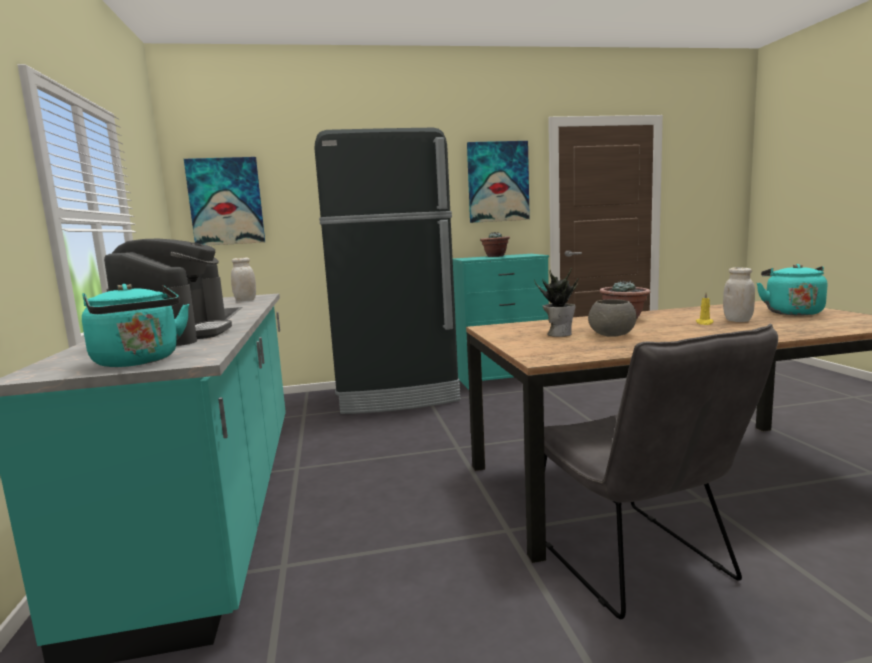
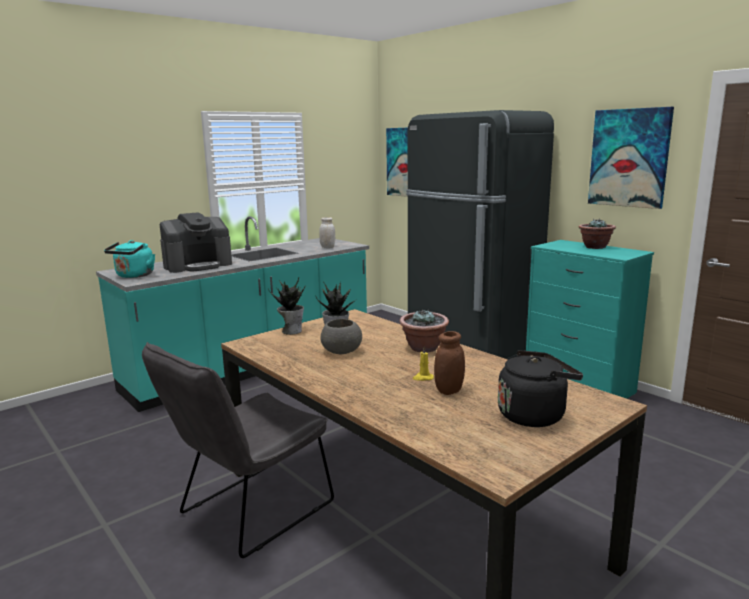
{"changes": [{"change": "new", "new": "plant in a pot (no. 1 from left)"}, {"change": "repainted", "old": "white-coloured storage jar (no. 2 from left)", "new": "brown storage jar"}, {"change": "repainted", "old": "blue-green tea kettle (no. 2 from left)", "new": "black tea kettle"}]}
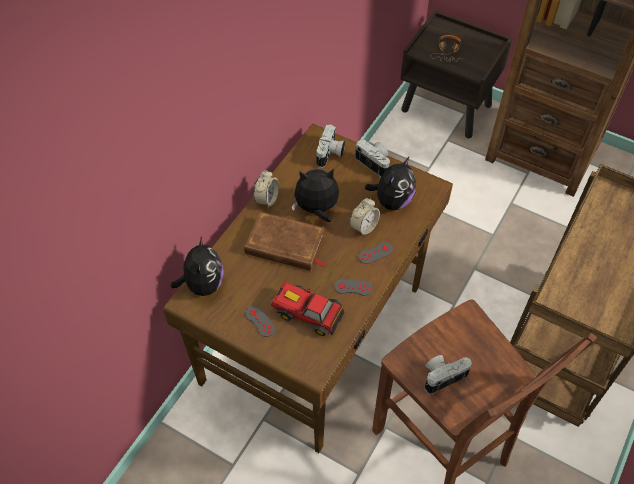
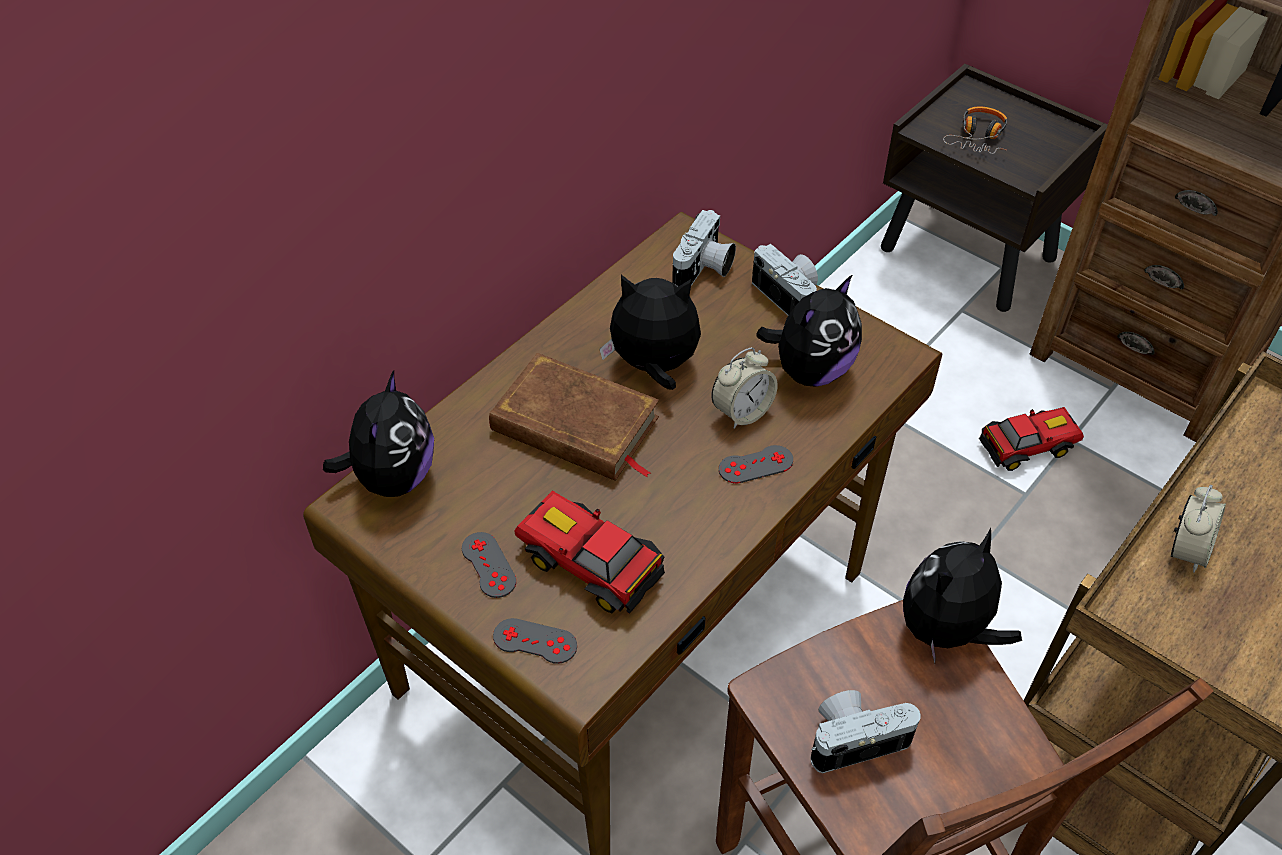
{"changes": [{"change": "new", "new": "plush toy (no. 4 from left)"}, {"change": "new", "new": "toy car (no. 2 from left)"}, {"change": "shifted", "old": "alarm clock (no. 1 from left in the first image)", "new": "alarm clock (no. 2 from left)"}, {"change": "shifted", "old": "greyish game controller (no. 2 from left)"}]}
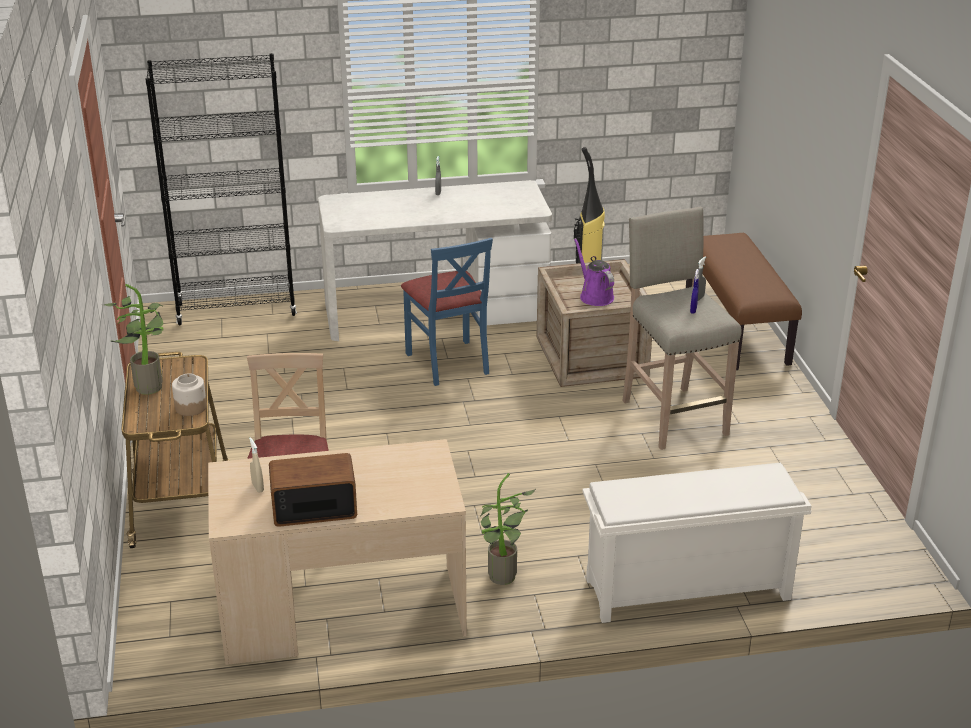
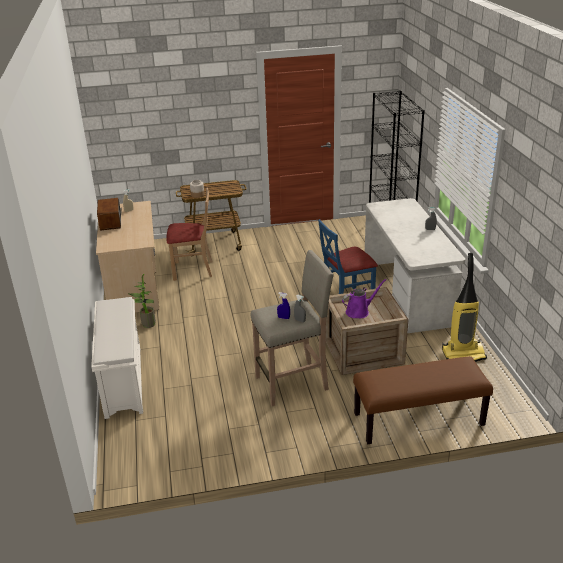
{"changes": [{"change": "gone", "old": "plant in a pot (no. 1 from left)"}]}
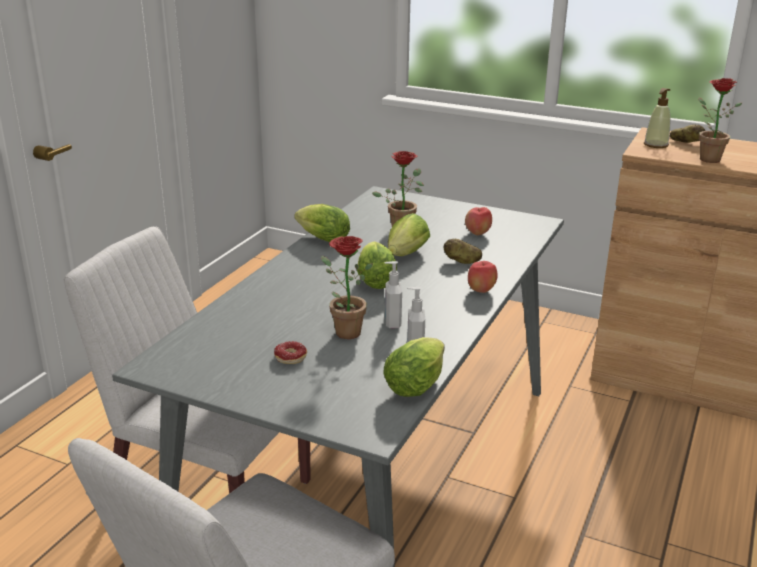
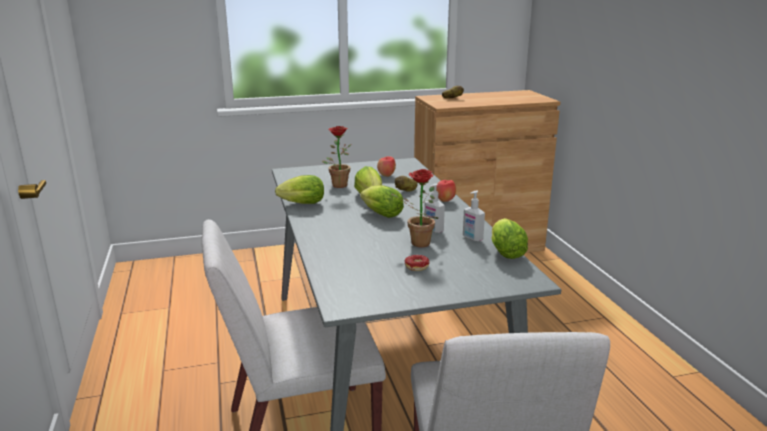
{"changes": [{"change": "gone", "old": "liquid soap bottle (no. 3 from left)"}, {"change": "gone", "old": "plant in a pot (no. 3 from left)"}]}
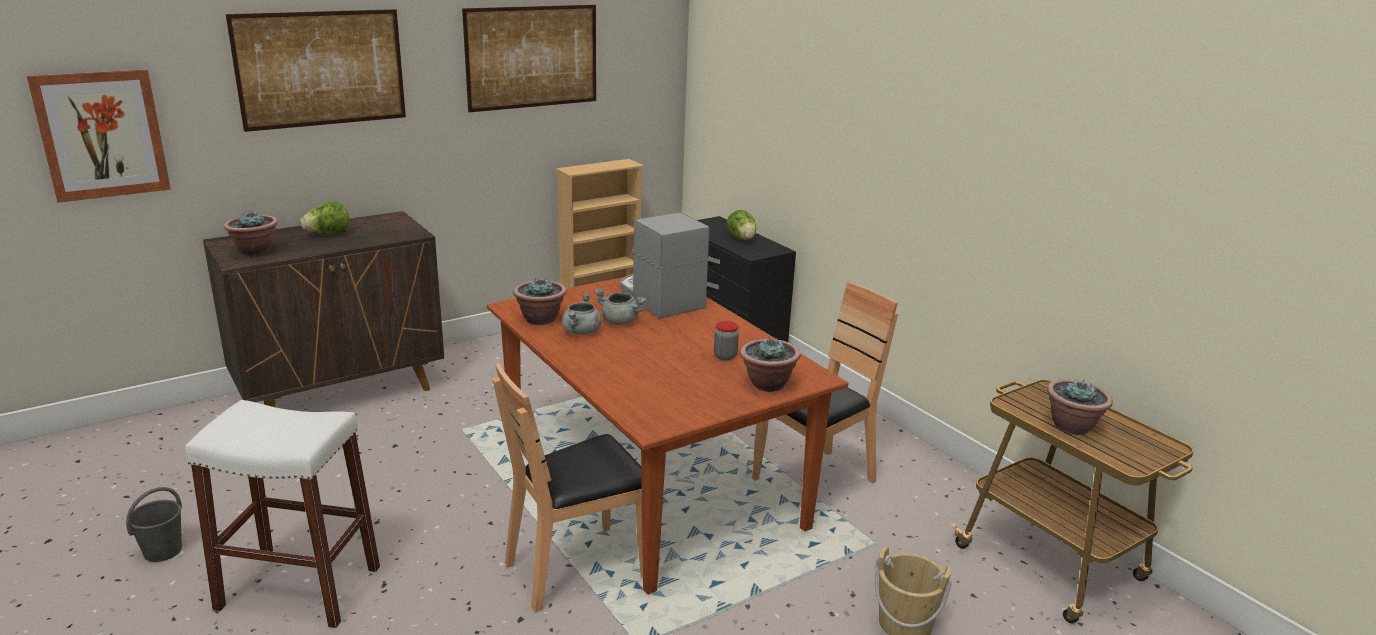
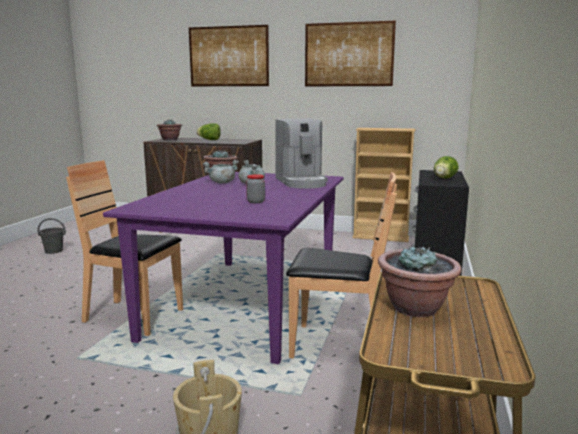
{"changes": [{"change": "gone", "old": "picture (no. 1 from left)"}, {"change": "gone", "old": "white-coloured sitting stool"}, {"change": "gone", "old": "plant in a pot (no. 3 from left)"}, {"change": "repainted", "old": "brown dinner table", "new": "purplish dinner table"}, {"change": "rotated", "old": "coffee brewer", "degrees": 150}]}
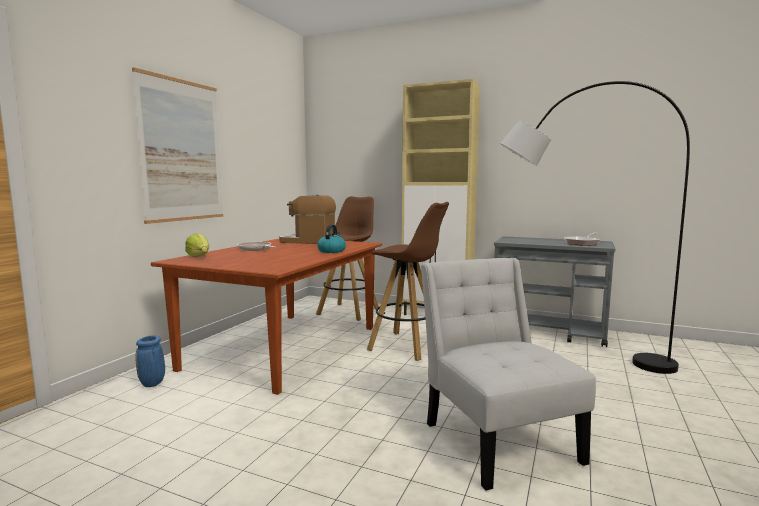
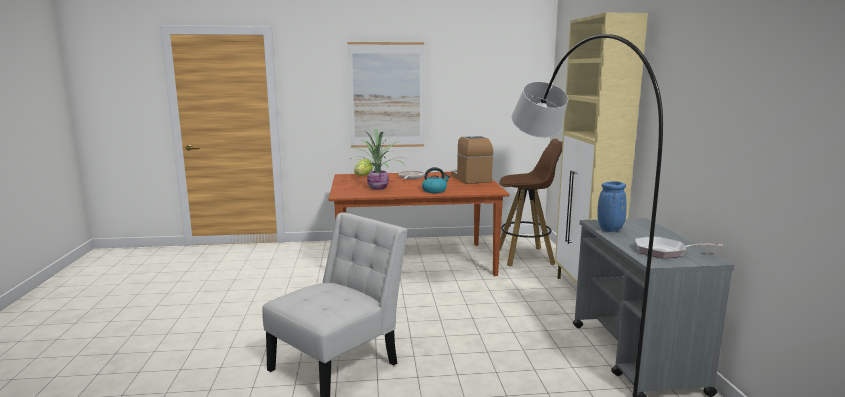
{"changes": [{"change": "gone", "old": "brown sitting stool (no. 2 from left)"}, {"change": "new", "new": "plant in a pot"}, {"change": "shifted", "old": "blue-coloured flower vase"}]}
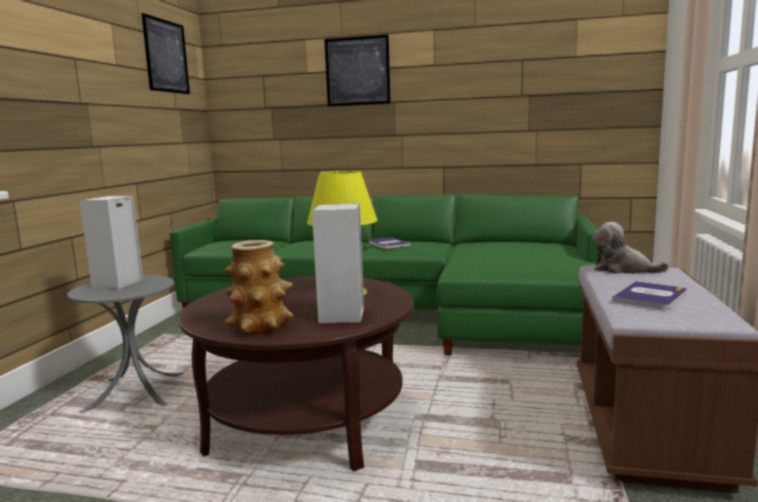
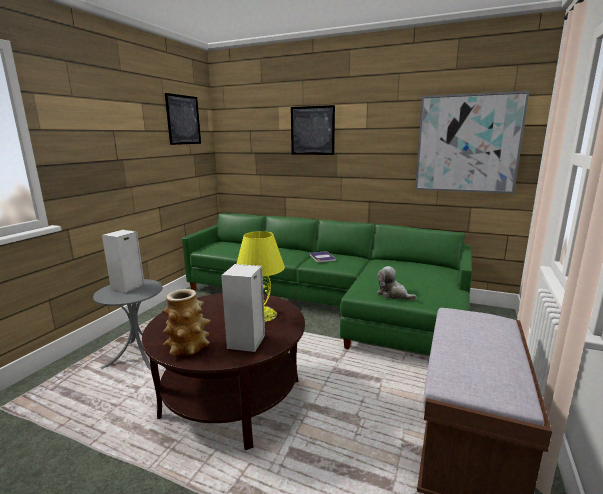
{"changes": [{"change": "gone", "old": "bound book (no. 2 from left)"}, {"change": "new", "new": "picture (no. 3 from left)"}, {"change": "shifted", "old": "plush toy"}]}
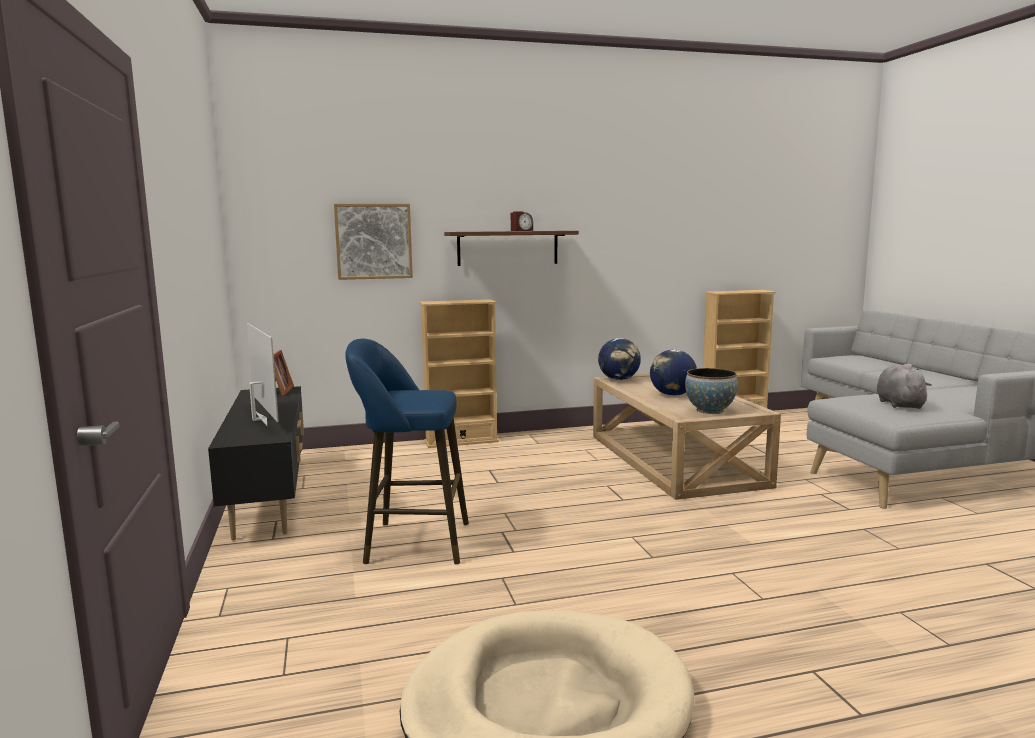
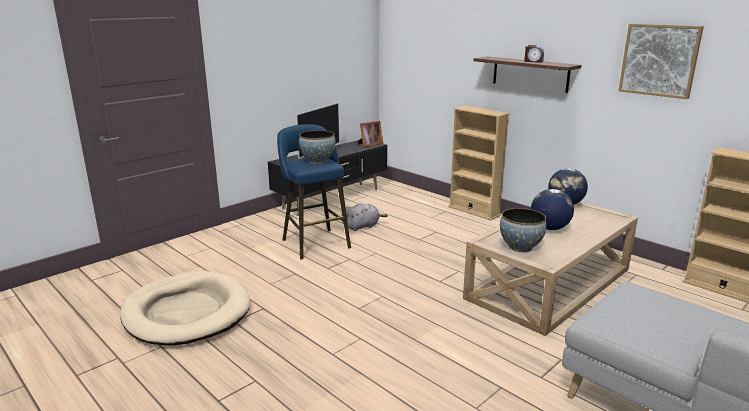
{"changes": [{"change": "new", "new": "bowl (no. 1 from left)"}, {"change": "shifted", "old": "picture"}, {"change": "shifted", "old": "greyish plush toy"}]}
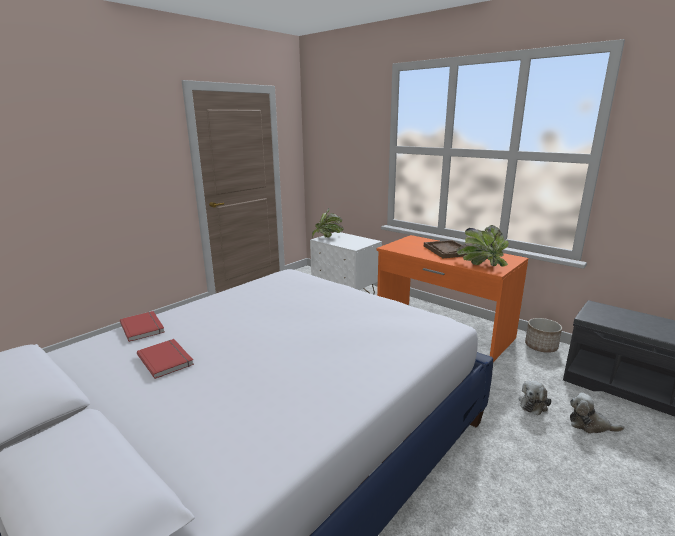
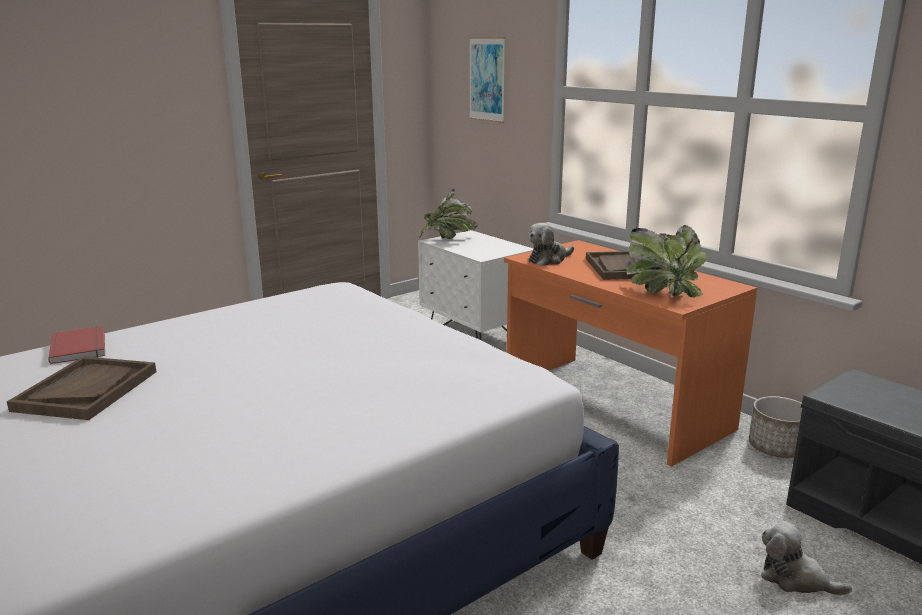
{"changes": [{"change": "new", "new": "picture"}, {"change": "shifted", "old": "plush toy (no. 1 from left)"}, {"change": "swapped", "old": "red bound book (no. 2 from left)", "new": "brown tray (no. 1 from left)"}]}
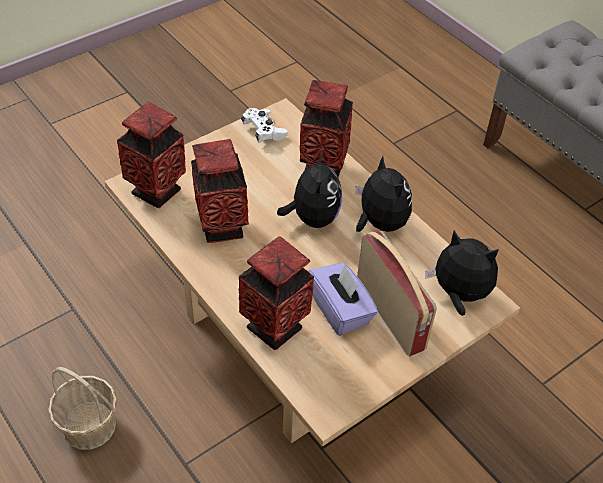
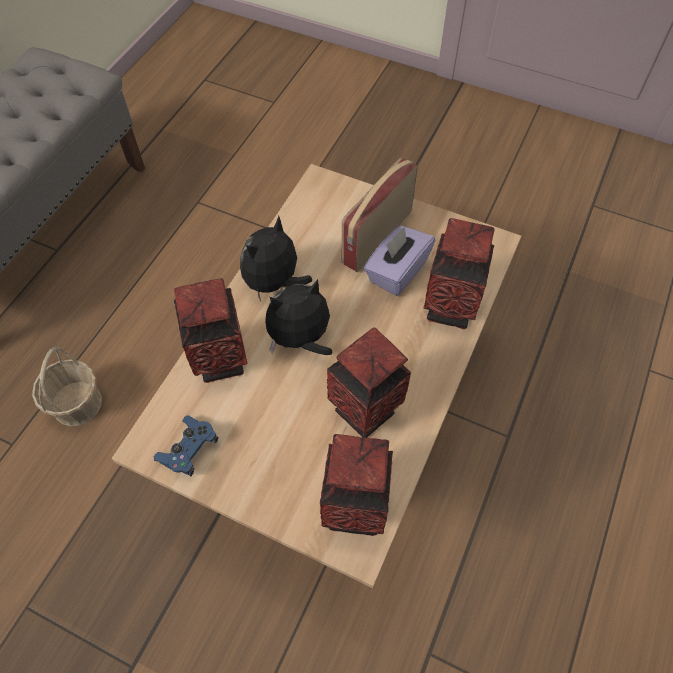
{"changes": [{"change": "gone", "old": "plush toy (no. 3 from left)"}, {"change": "shifted", "old": "household basket"}, {"change": "repainted", "old": "white-coloured game controller", "new": "blue-coloured game controller"}]}
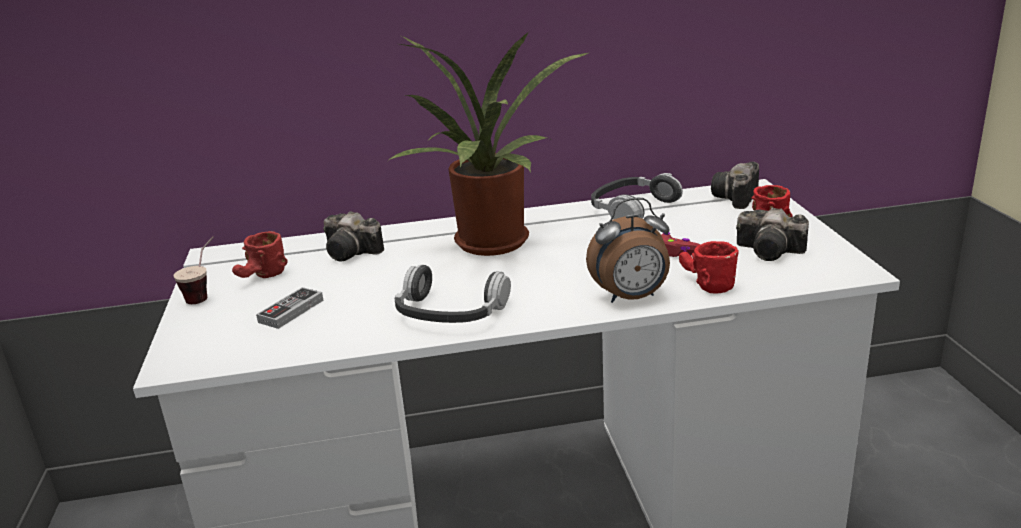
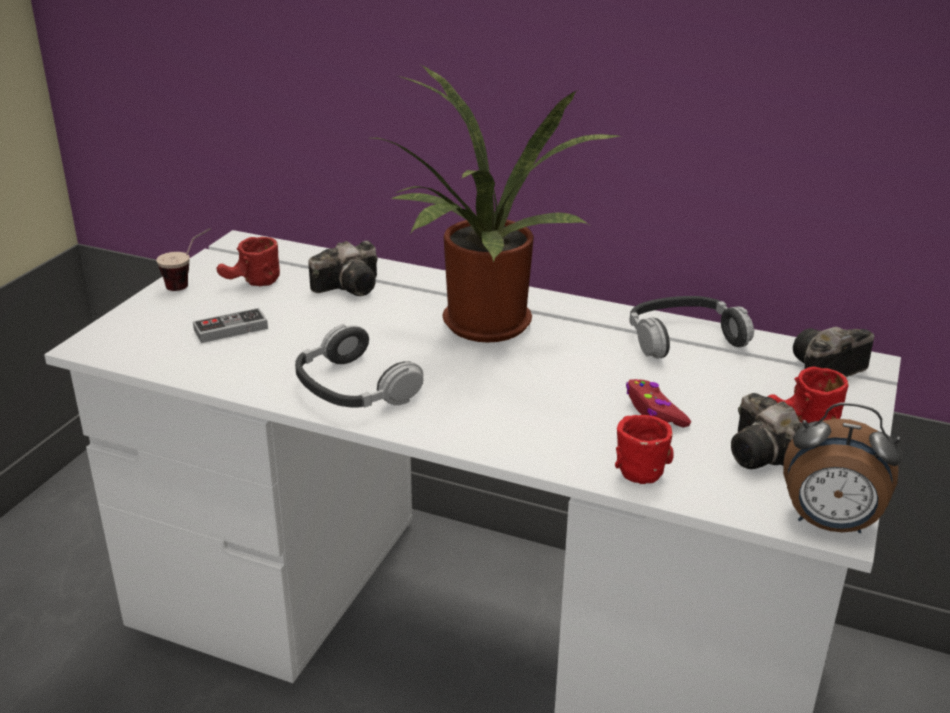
{"changes": [{"change": "shifted", "old": "alarm clock"}, {"change": "rotated", "old": "photo camera (no. 1 from left)", "degrees": -90}]}
